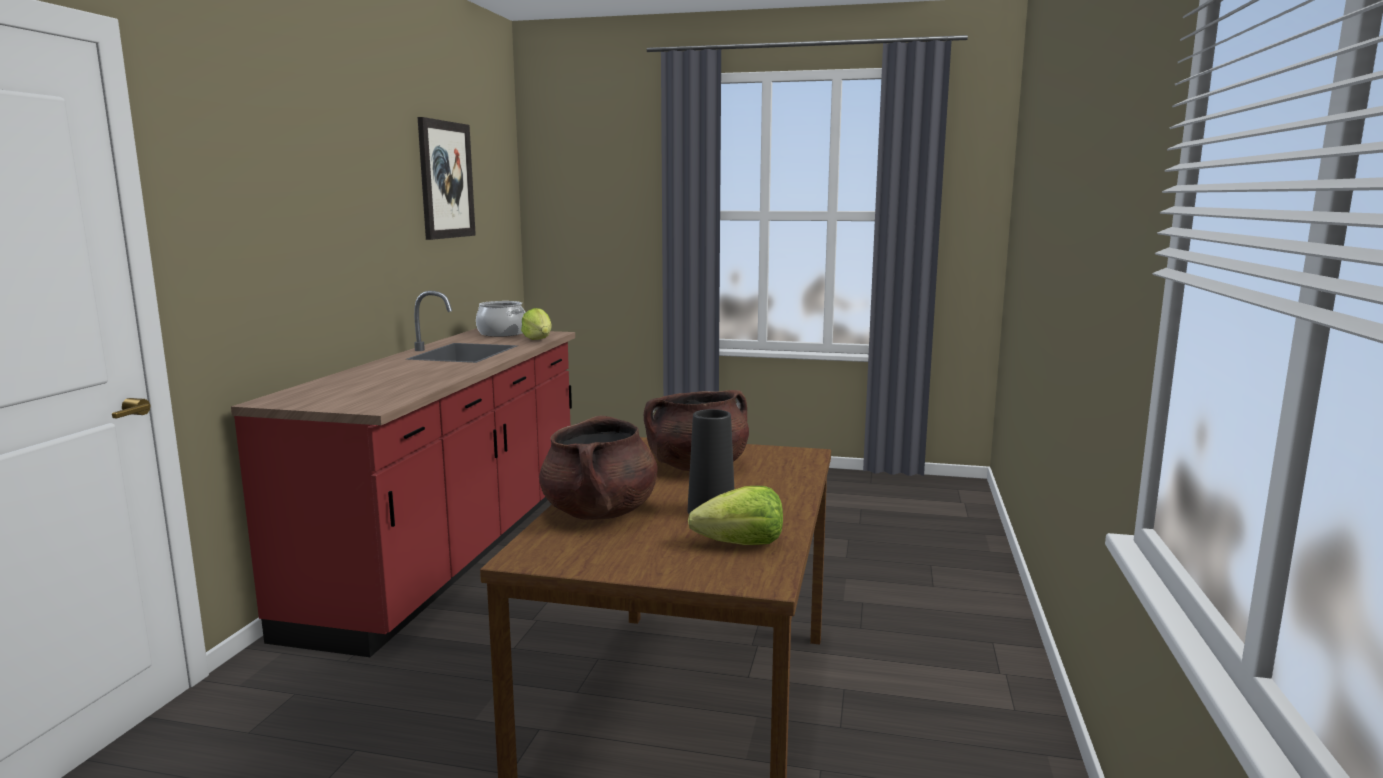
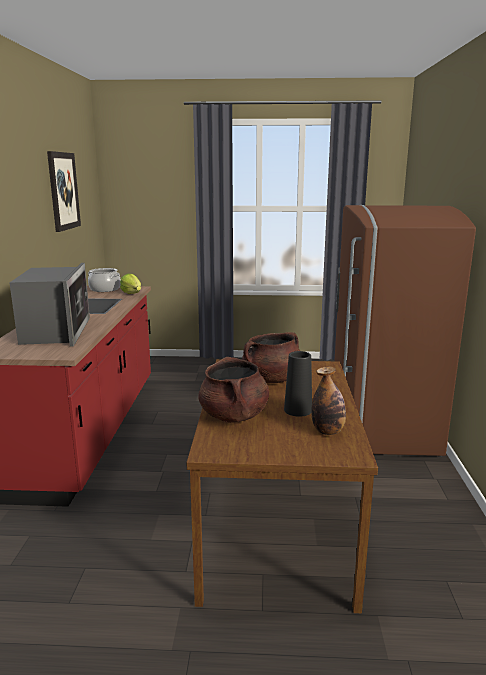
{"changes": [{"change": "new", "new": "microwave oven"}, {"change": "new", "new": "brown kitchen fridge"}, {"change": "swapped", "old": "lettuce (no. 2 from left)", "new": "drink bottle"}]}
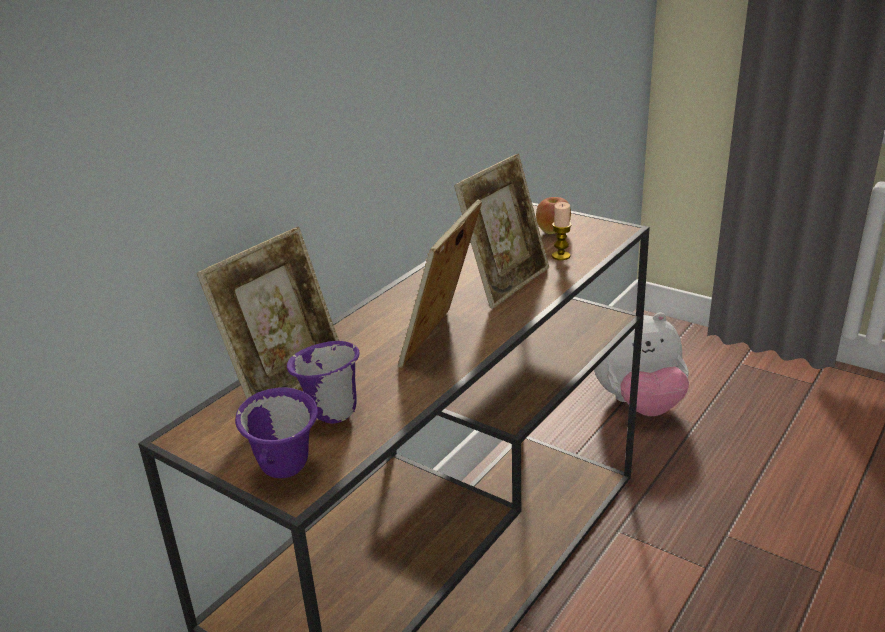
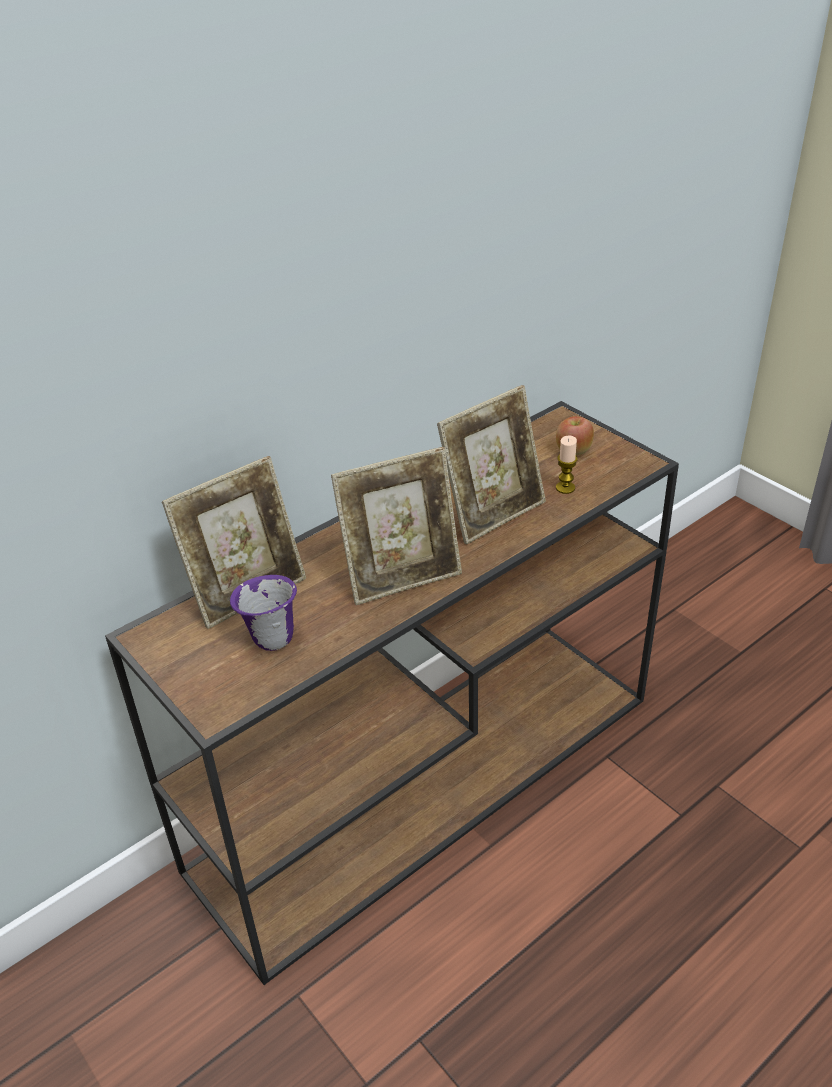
{"changes": [{"change": "gone", "old": "purplish tea mug (no. 1 from left)"}, {"change": "gone", "old": "plush toy"}, {"change": "rotated", "old": "photo frame (no. 2 from left)", "degrees": -150}]}
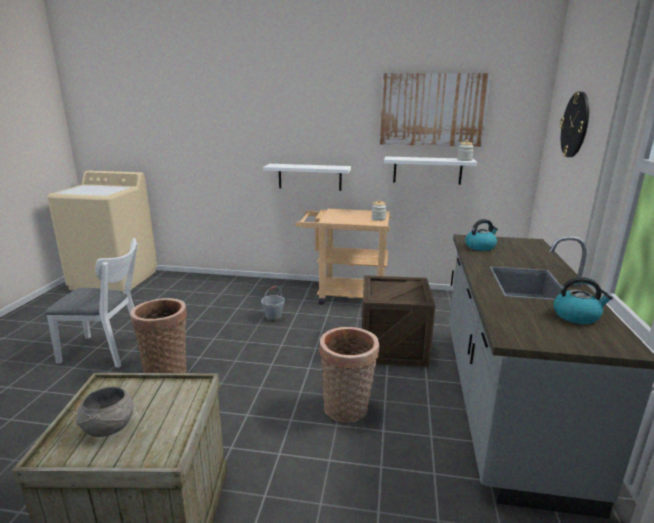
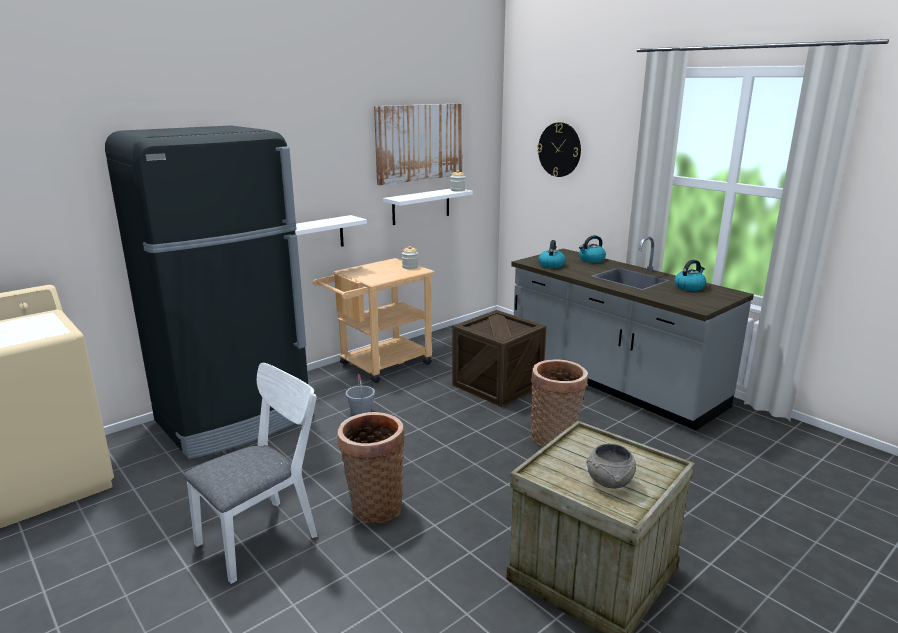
{"changes": [{"change": "new", "new": "black kitchen fridge"}, {"change": "new", "new": "tea kettle (no. 2 from left)"}]}
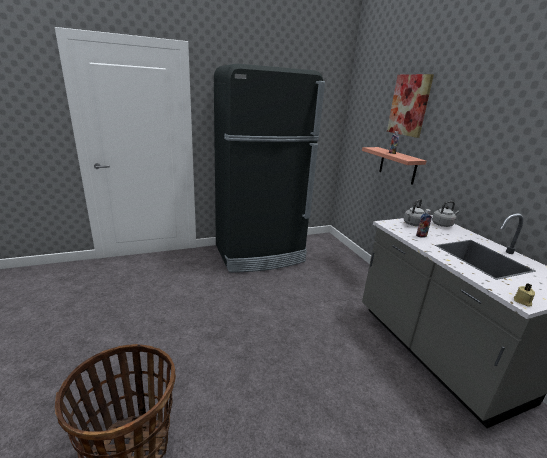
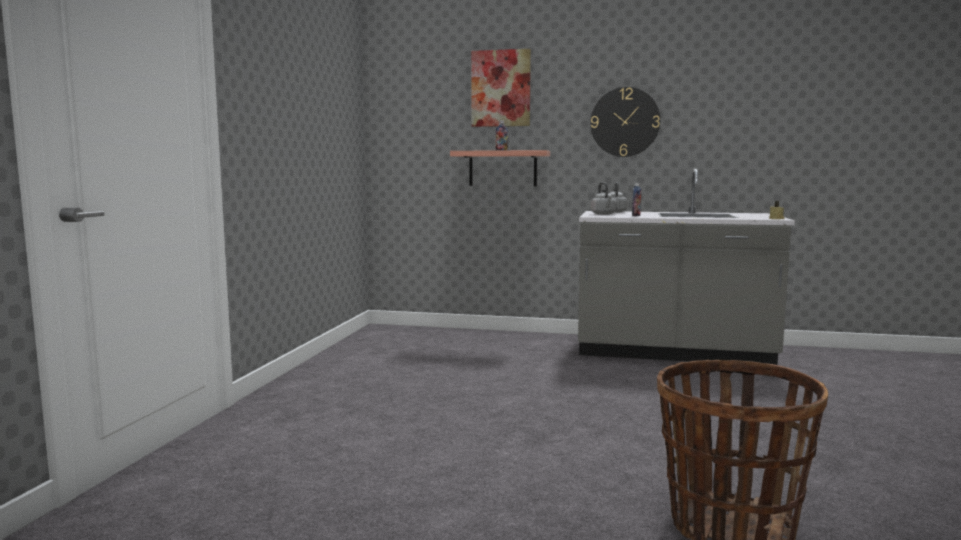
{"changes": [{"change": "gone", "old": "black kitchen fridge"}, {"change": "new", "new": "wall clock"}]}
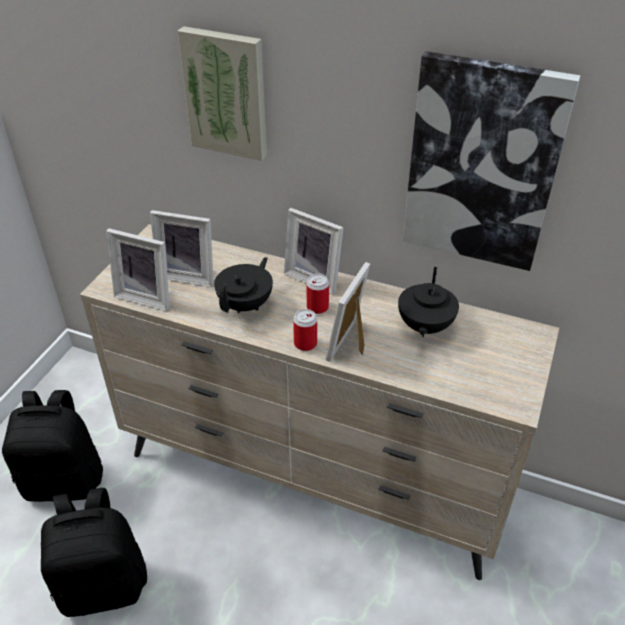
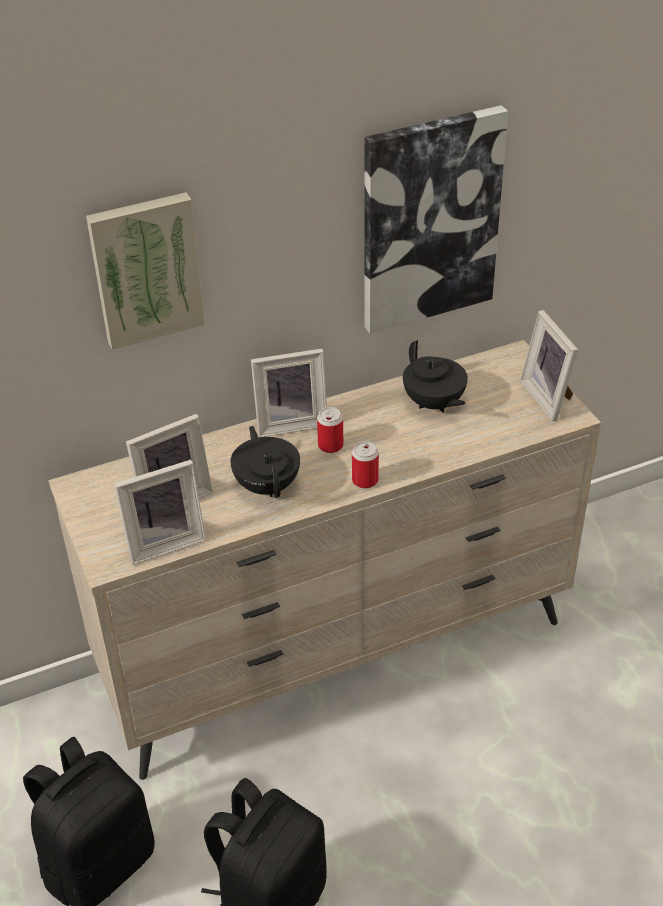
{"changes": [{"change": "shifted", "old": "photo frame (no. 4 from left)"}]}
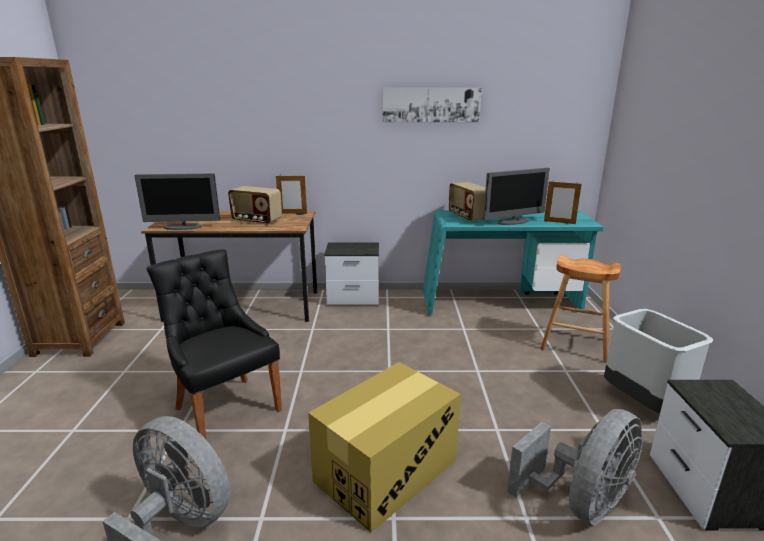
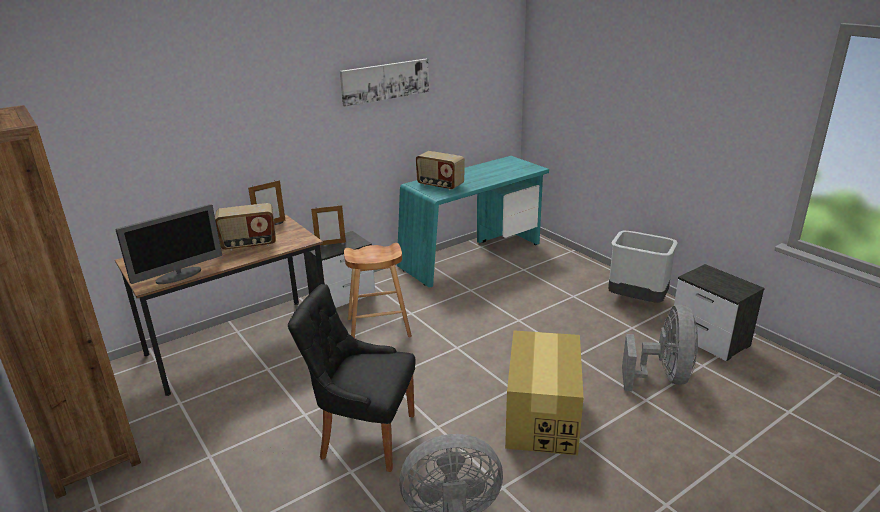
{"changes": [{"change": "gone", "old": "monitor (no. 2 from left)"}, {"change": "shifted", "old": "brown sitting stool"}, {"change": "shifted", "old": "photo frame (no. 2 from left)"}]}
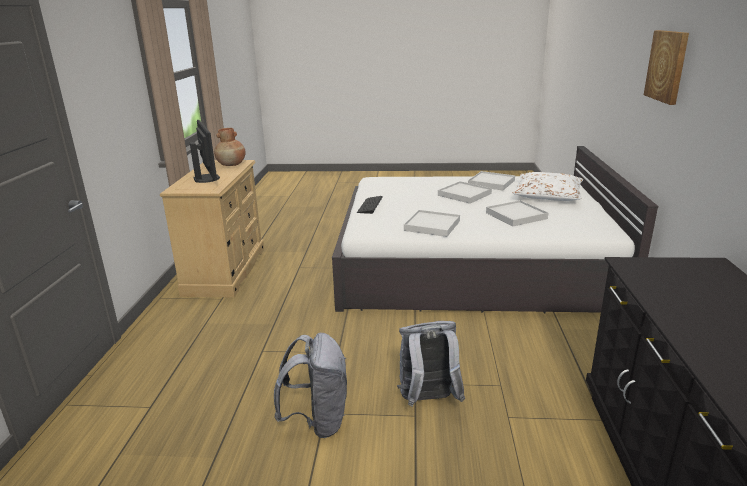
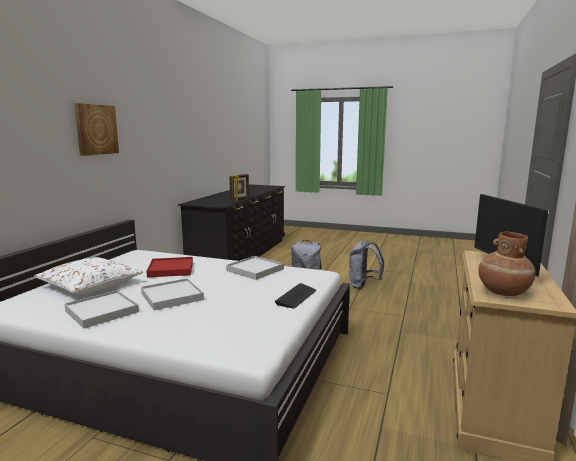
{"changes": [{"change": "new", "new": "photo frame"}, {"change": "repainted", "old": "white-coloured tray (no. 4 from left)", "new": "red tray"}]}
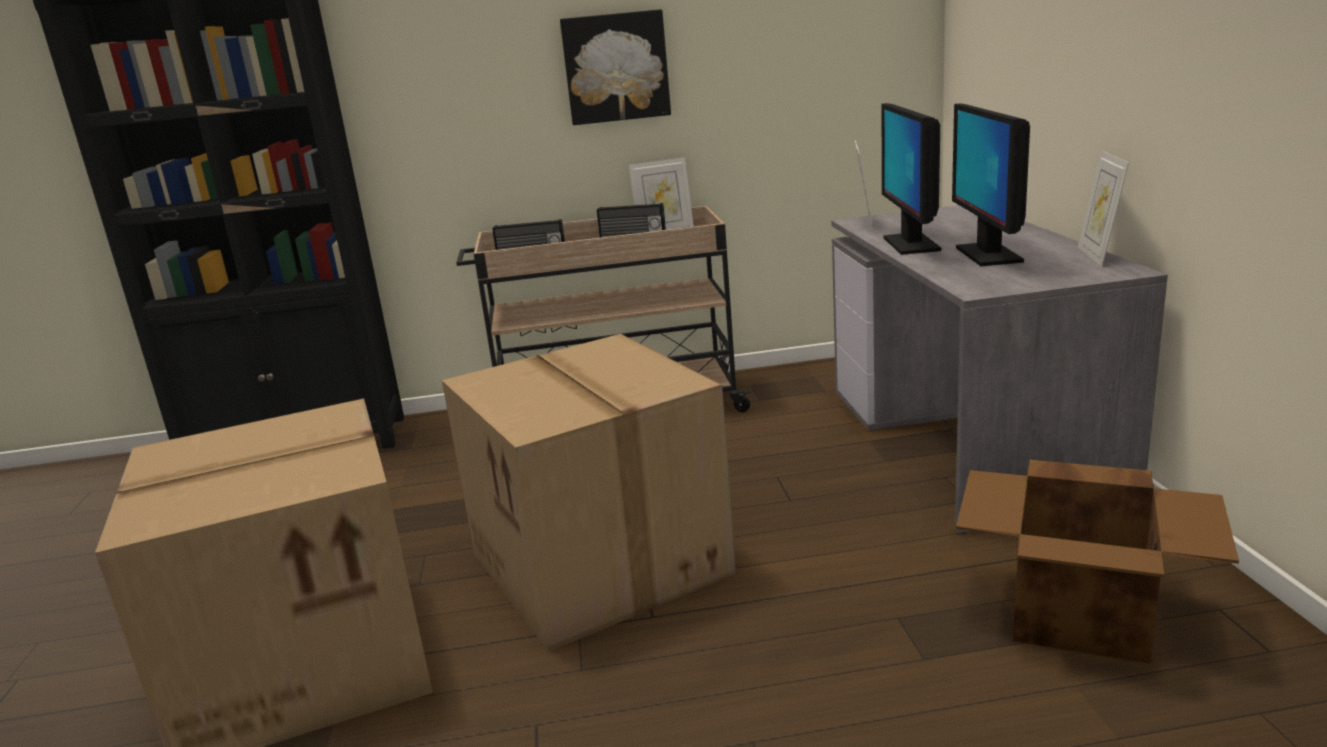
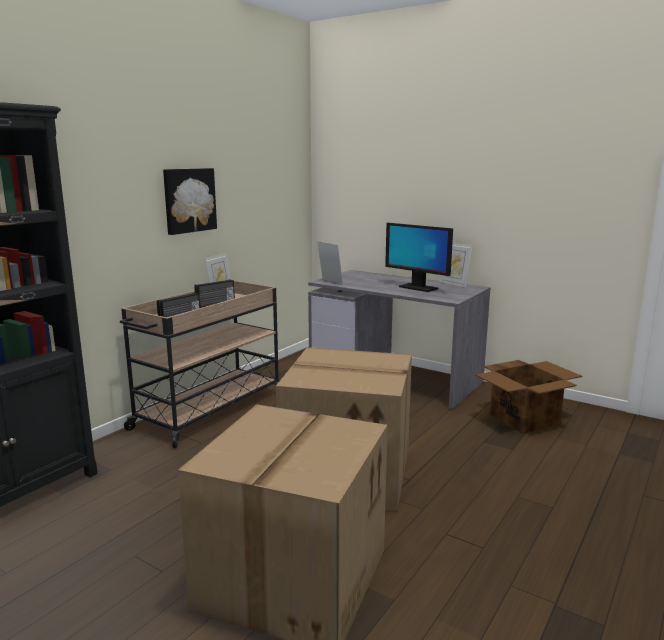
{"changes": [{"change": "gone", "old": "monitor (no. 1 from left)"}]}
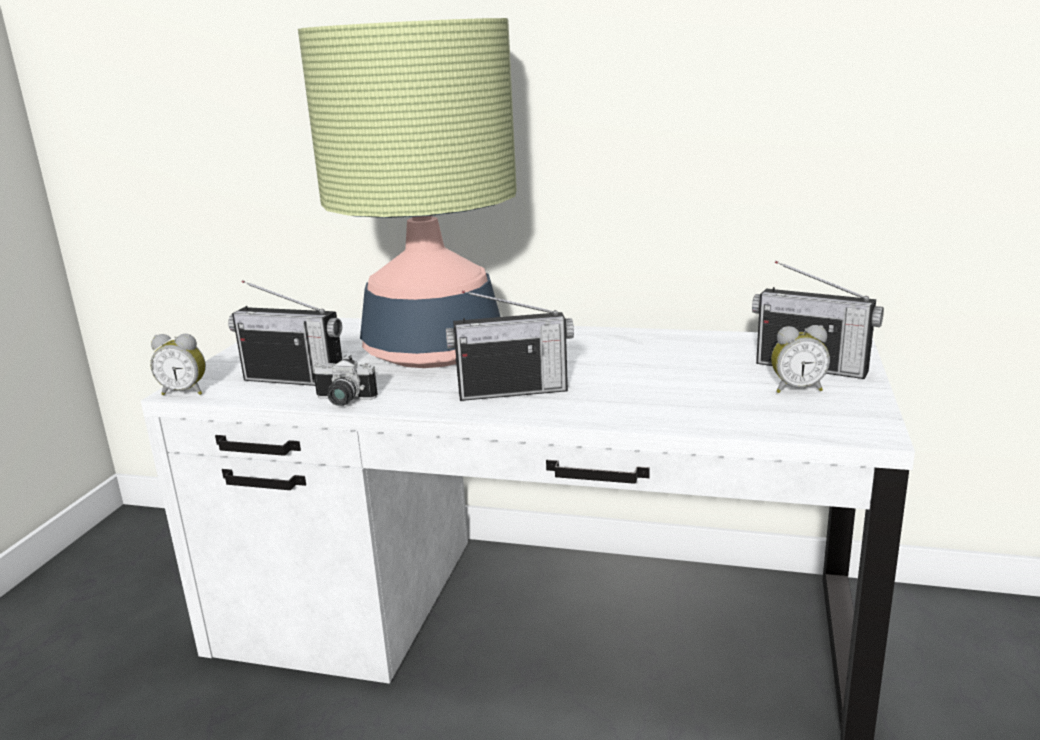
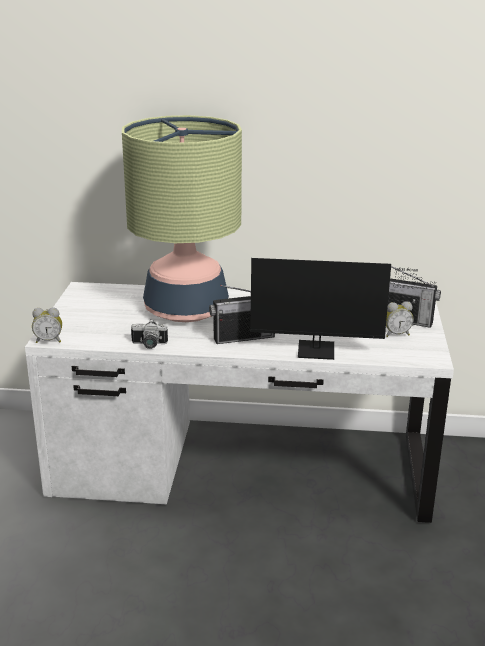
{"changes": [{"change": "gone", "old": "radio (no. 1 from left)"}, {"change": "new", "new": "monitor"}]}
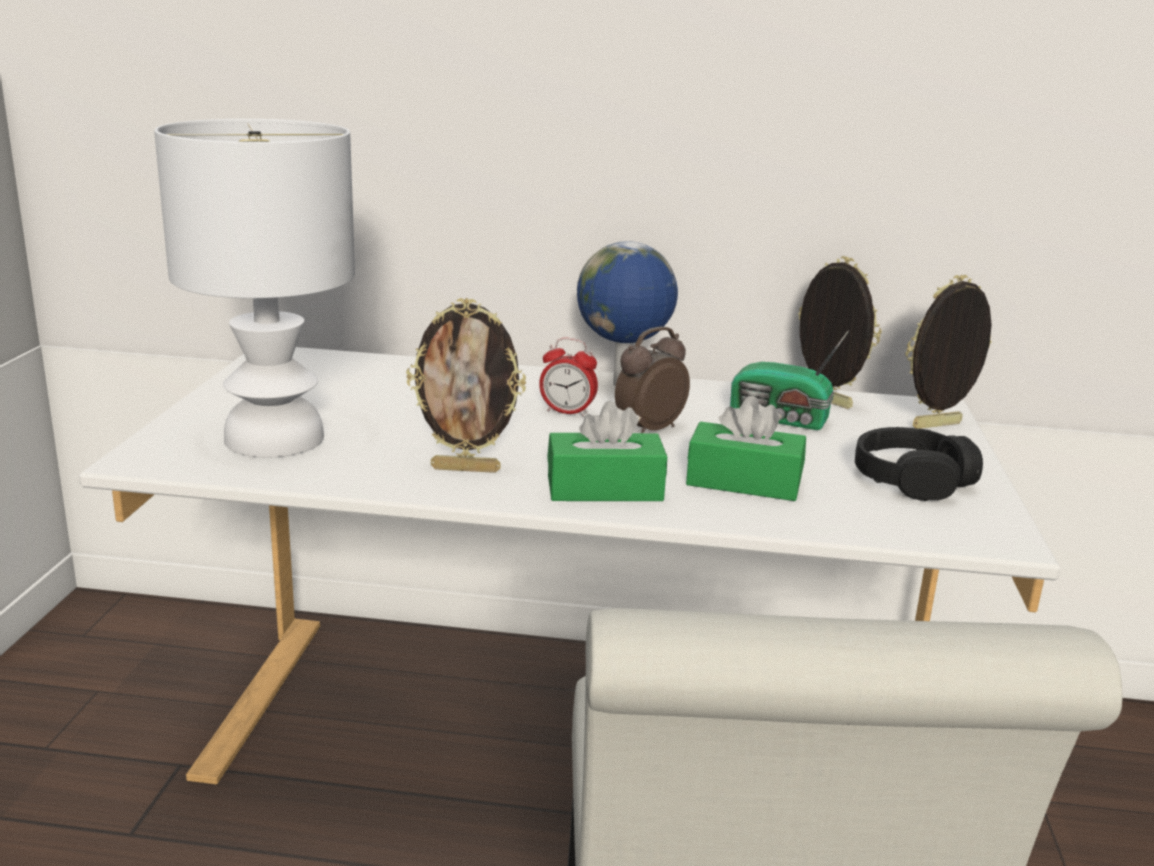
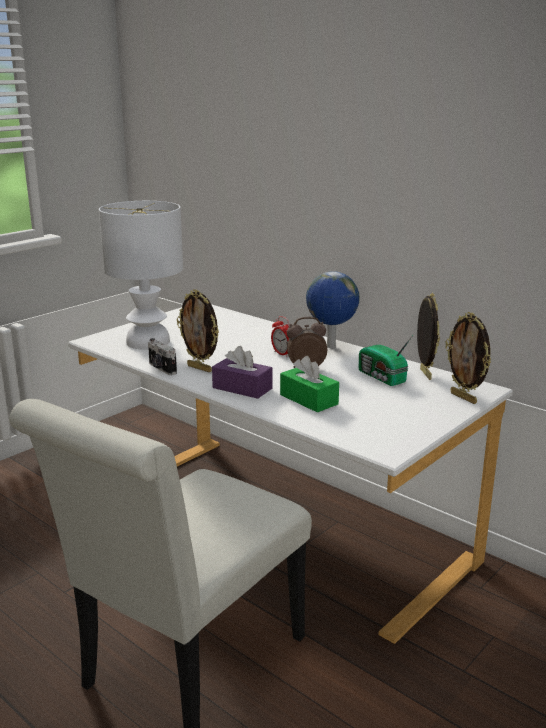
{"changes": [{"change": "gone", "old": "black pair of headphones"}, {"change": "new", "new": "photo camera"}, {"change": "repainted", "old": "green-coloured tissue holder (no. 1 from left)", "new": "purplish tissue holder"}, {"change": "rotated", "old": "photo frame (no. 3 from left)", "degrees": -135}]}
